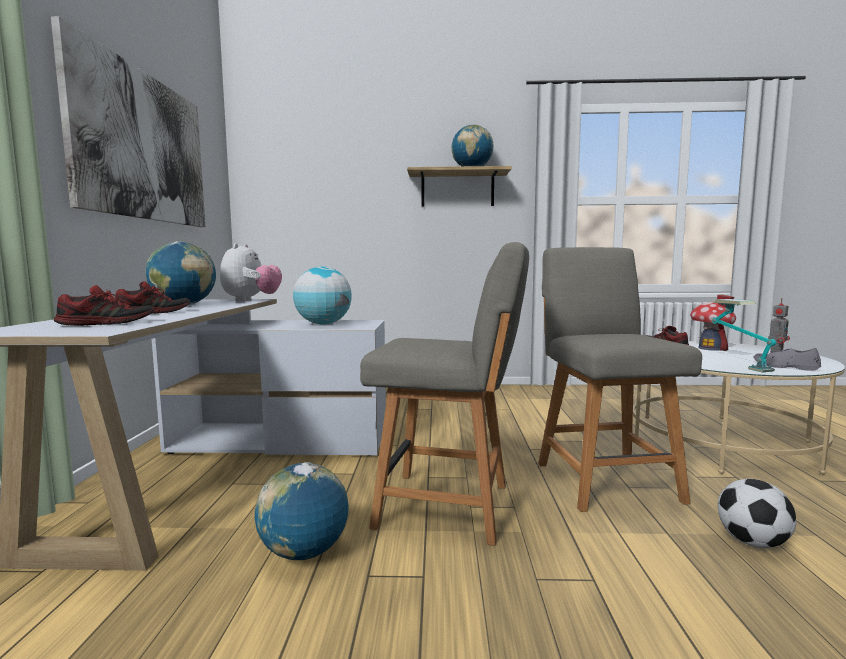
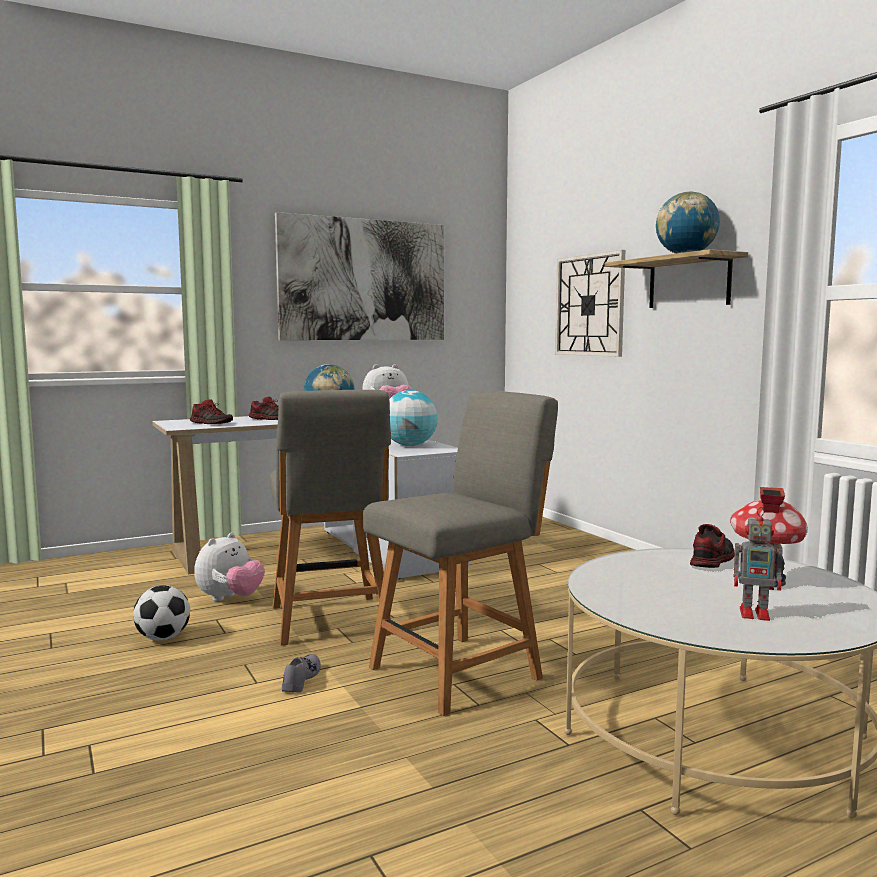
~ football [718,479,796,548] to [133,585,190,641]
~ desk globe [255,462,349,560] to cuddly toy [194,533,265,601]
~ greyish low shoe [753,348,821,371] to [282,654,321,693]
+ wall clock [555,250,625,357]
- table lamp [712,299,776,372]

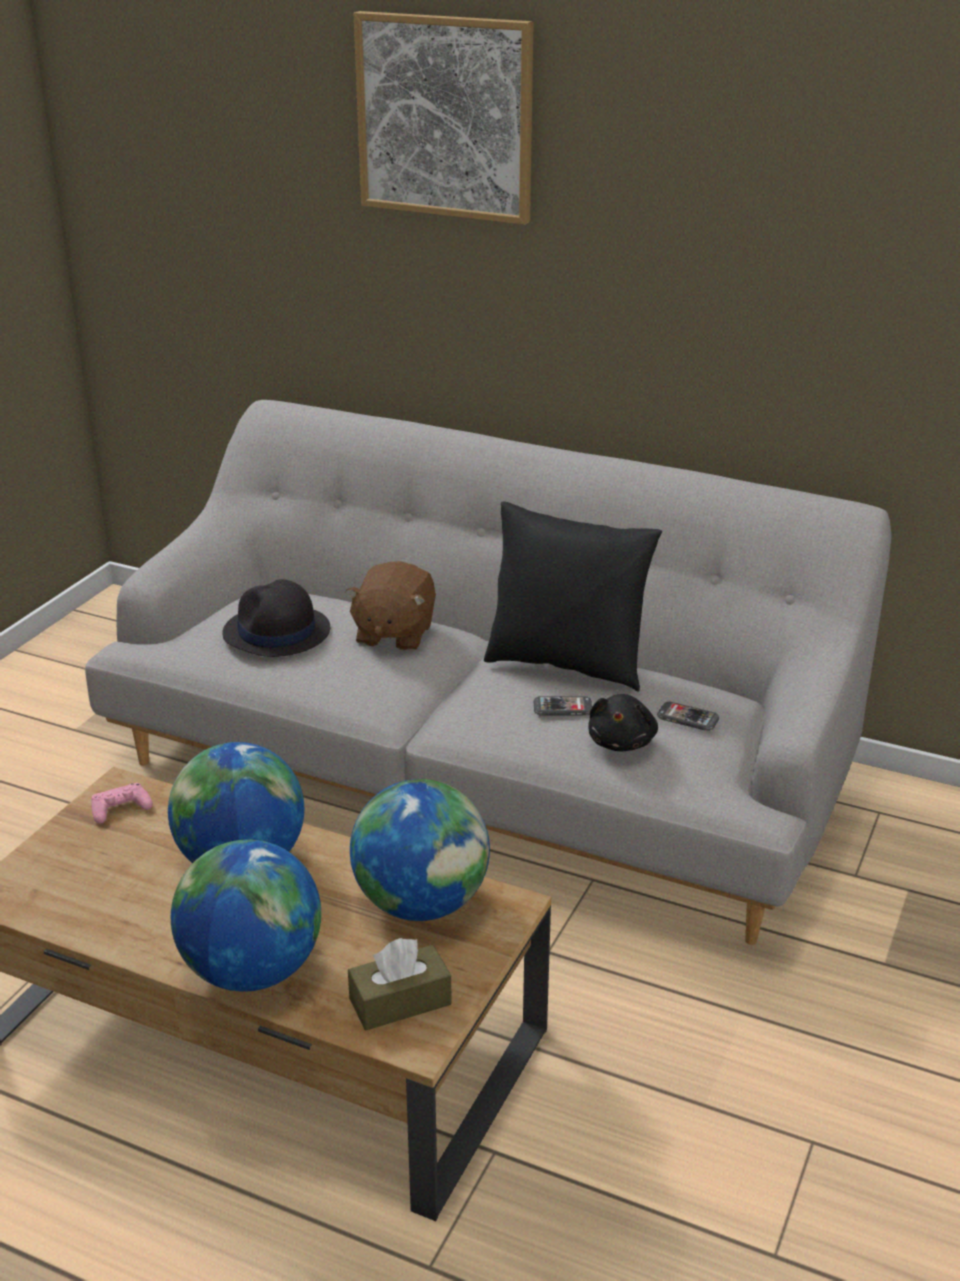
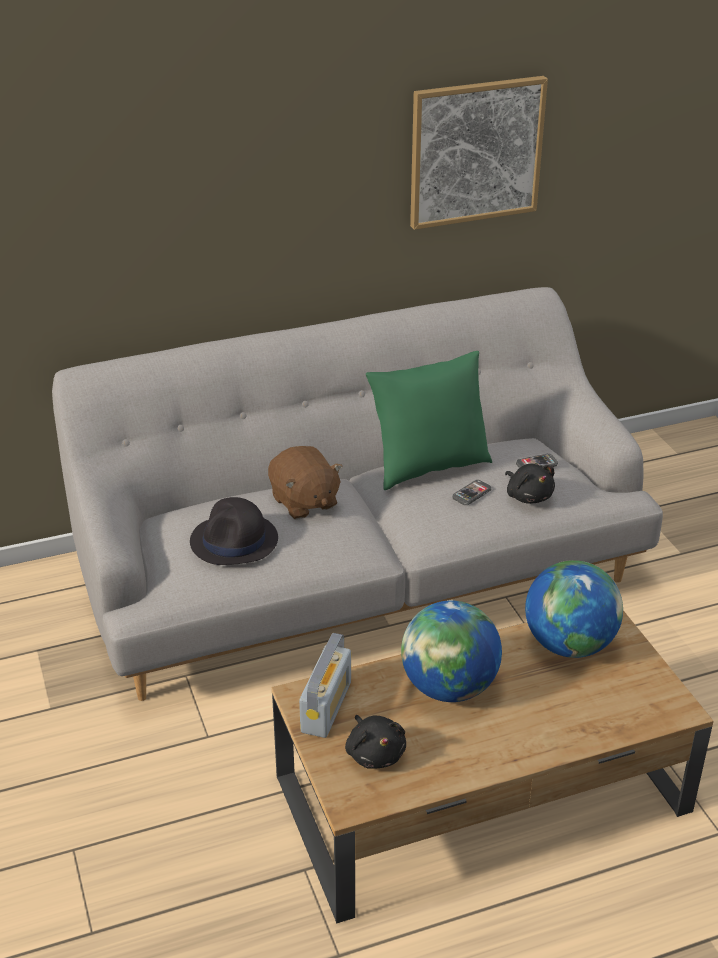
~ pinkish gamepad [91,783,153,824] to radio receiver [299,633,351,738]
+ blackish cuddly toy [345,715,406,769]
~ blackish cushion [484,501,662,692] to green-coloured cushion [366,351,492,490]
~ picture [354,11,534,225] to [410,76,548,230]
- desk globe [171,839,321,992]
- brown tissue box [348,938,452,1030]

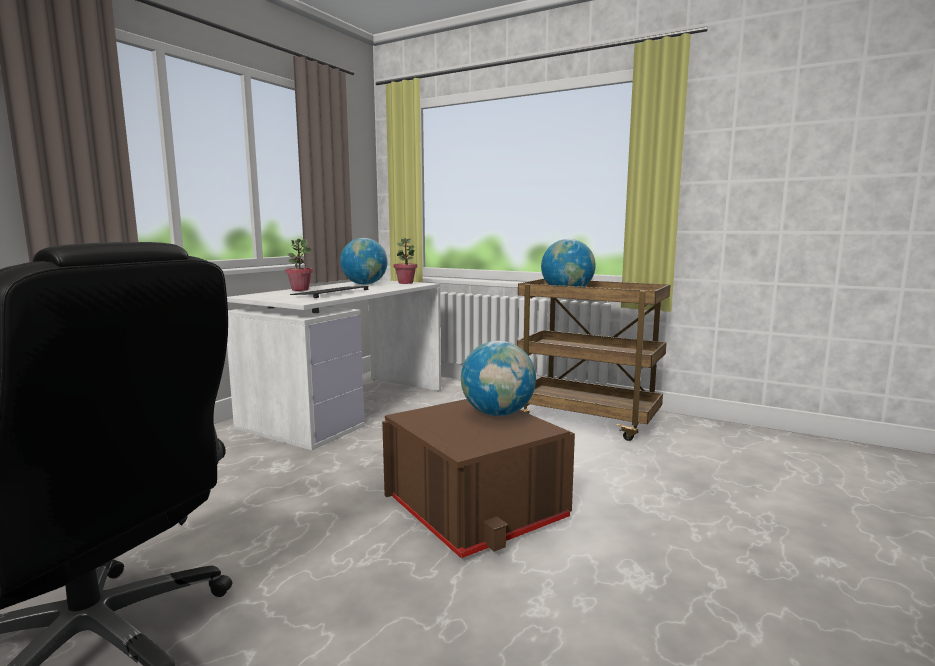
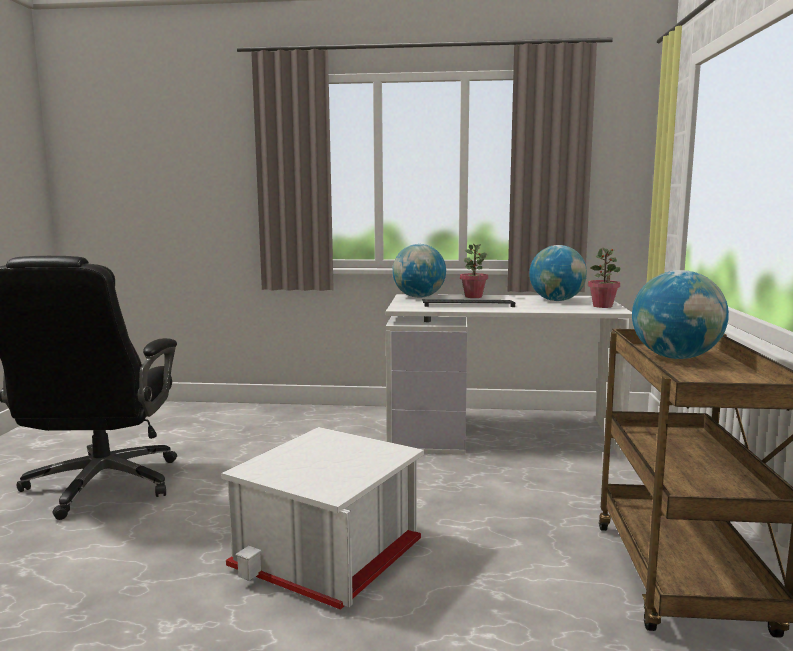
~ brown storage bin [382,399,575,558] to white-coloured storage bin [221,427,424,610]
~ desk globe [461,341,536,416] to [392,244,446,298]

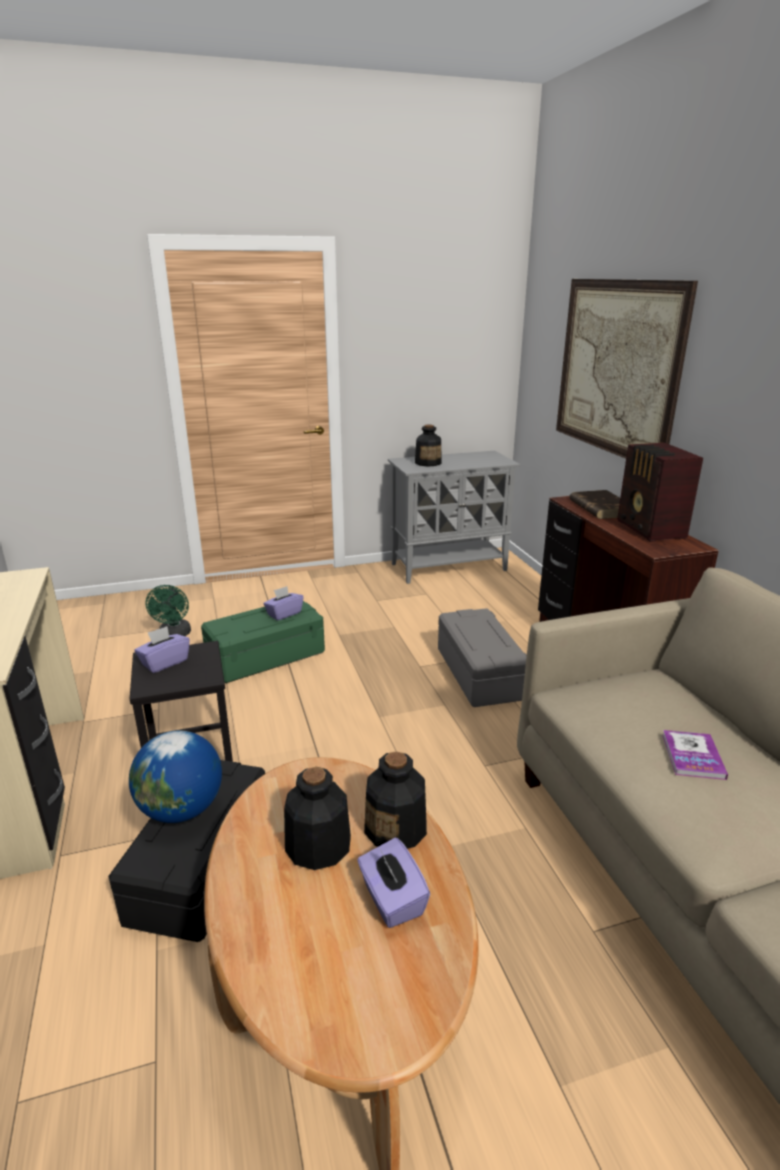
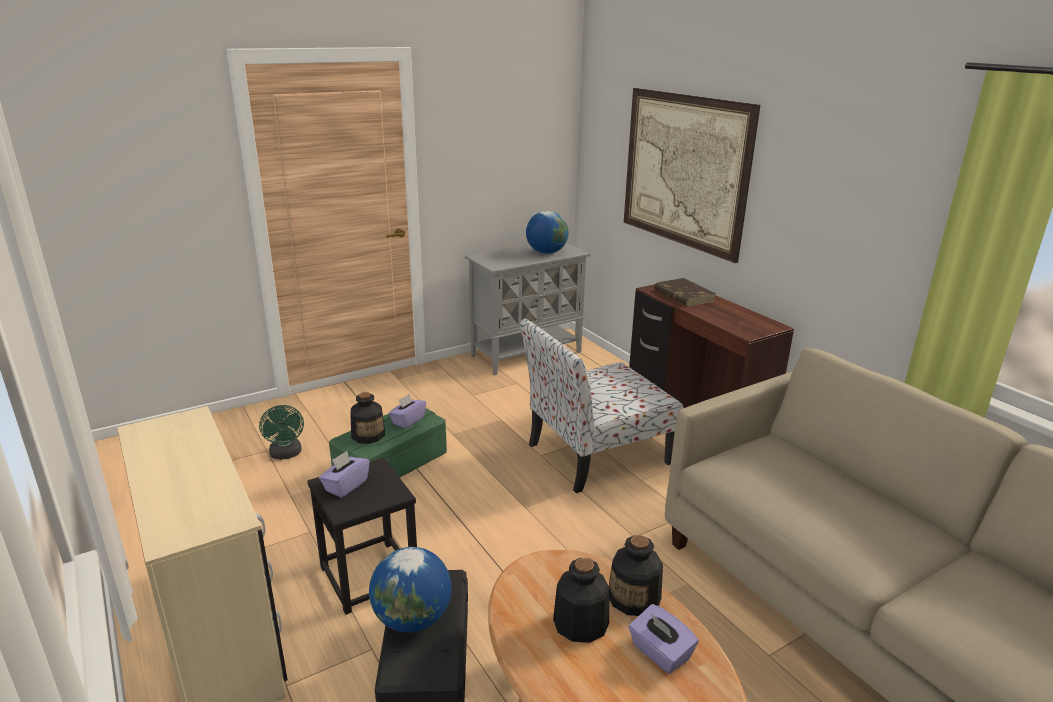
~ drink bottle [415,425,442,466] to [350,392,385,444]
~ greyish storage bin [438,608,527,707] to chair [520,319,684,493]
+ desk globe [526,211,569,254]
- radio receiver [617,443,703,542]
- bound book [662,730,728,780]

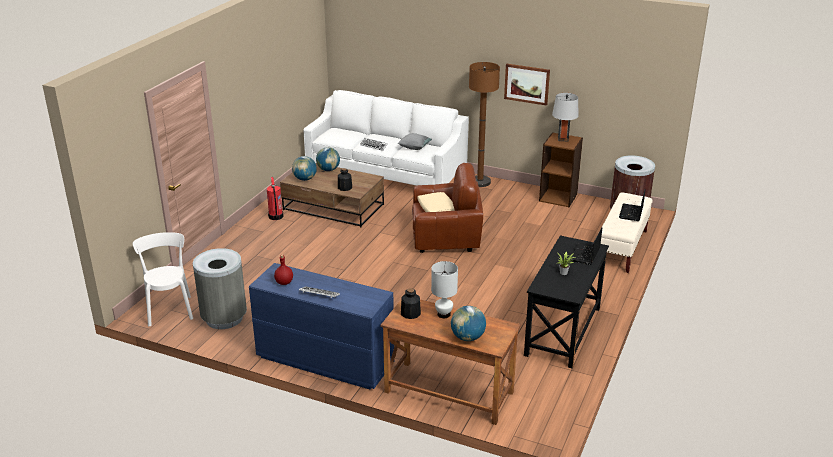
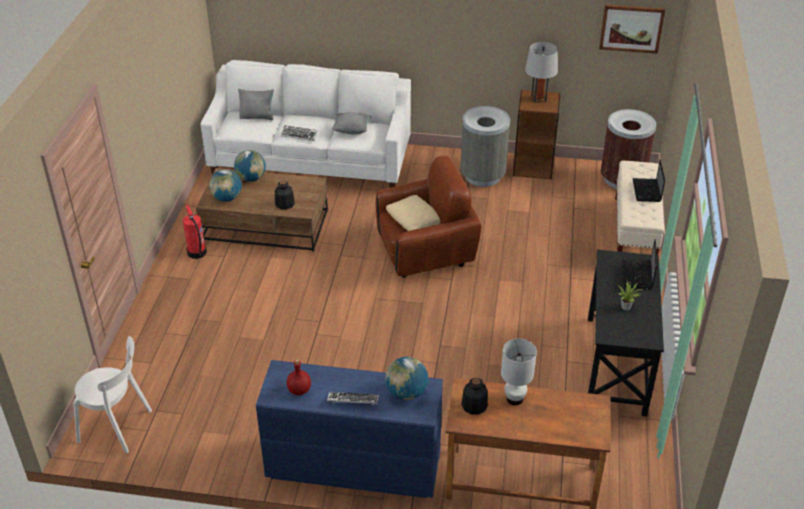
~ white-coloured chair [133,232,193,326] = [74,336,152,453] 135 degrees clockwise
+ greyish cushion [238,89,274,120]
~ desk globe [451,306,486,341] to [385,357,428,400]
~ greyish waste bin [193,248,247,329] to [460,106,510,187]
~ picture [504,64,550,106] to [599,5,665,54]
- brown standard lamp [469,62,500,187]

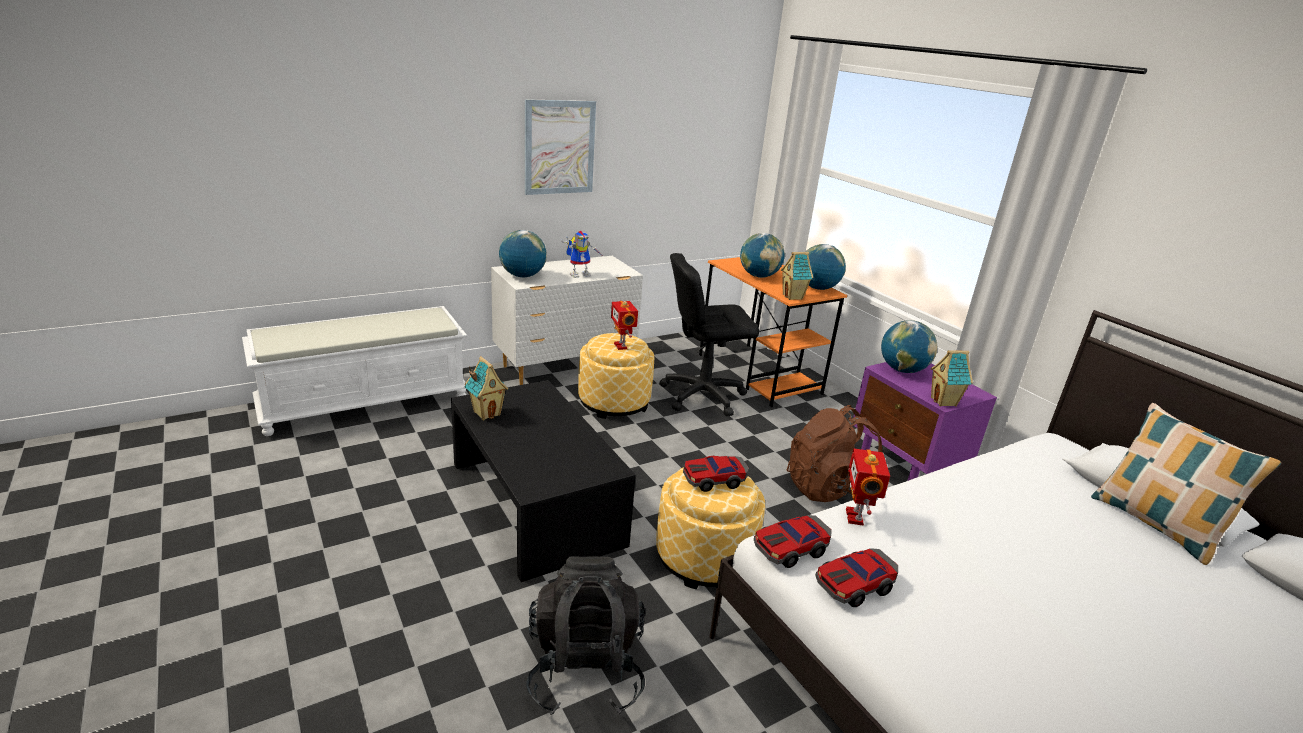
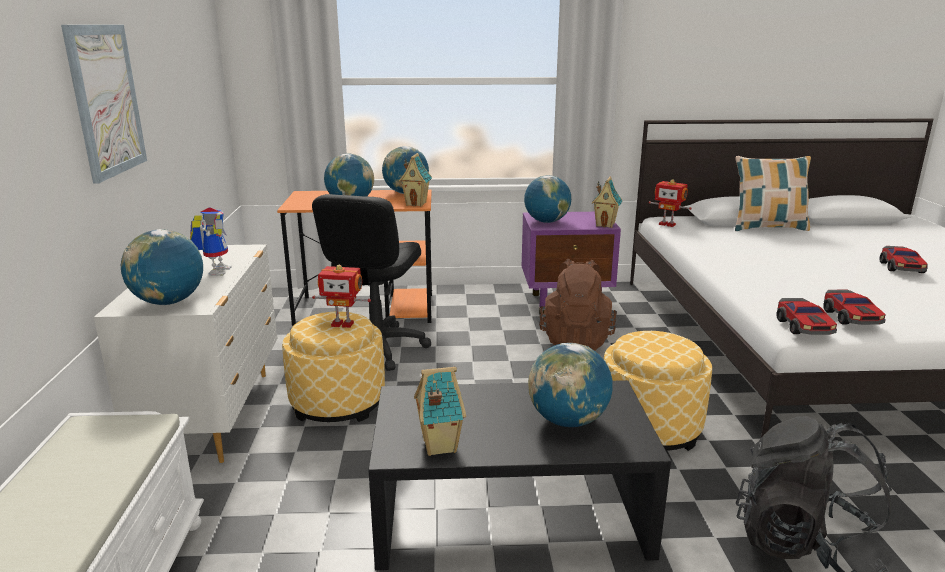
+ desk globe [528,343,613,427]
~ toy robot [846,449,890,526] to [649,179,692,227]
~ toy car [683,456,749,492] to [880,246,928,273]

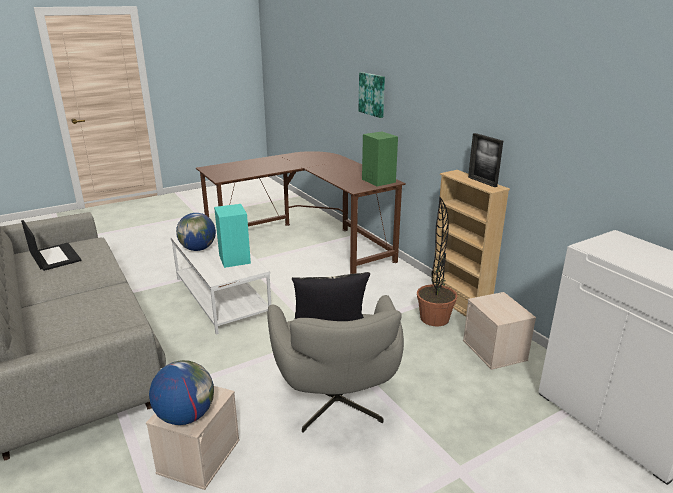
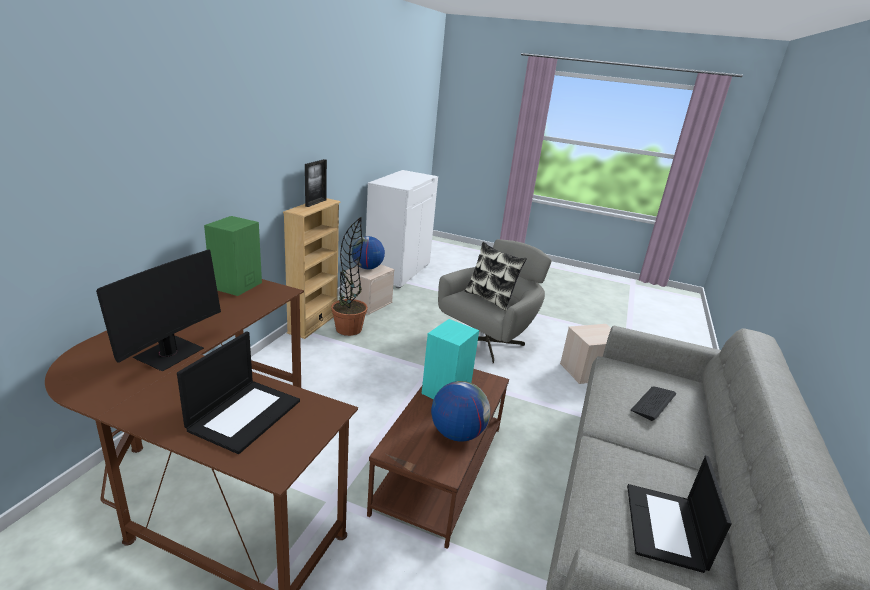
+ monitor [96,249,221,372]
+ laptop [177,332,300,454]
~ desk globe [149,360,214,425] to [351,236,385,269]
~ white-coloured lounge table [171,228,271,335] to brown lounge table [367,369,509,549]
+ computer keyboard [631,387,676,421]
- picture [359,72,385,118]

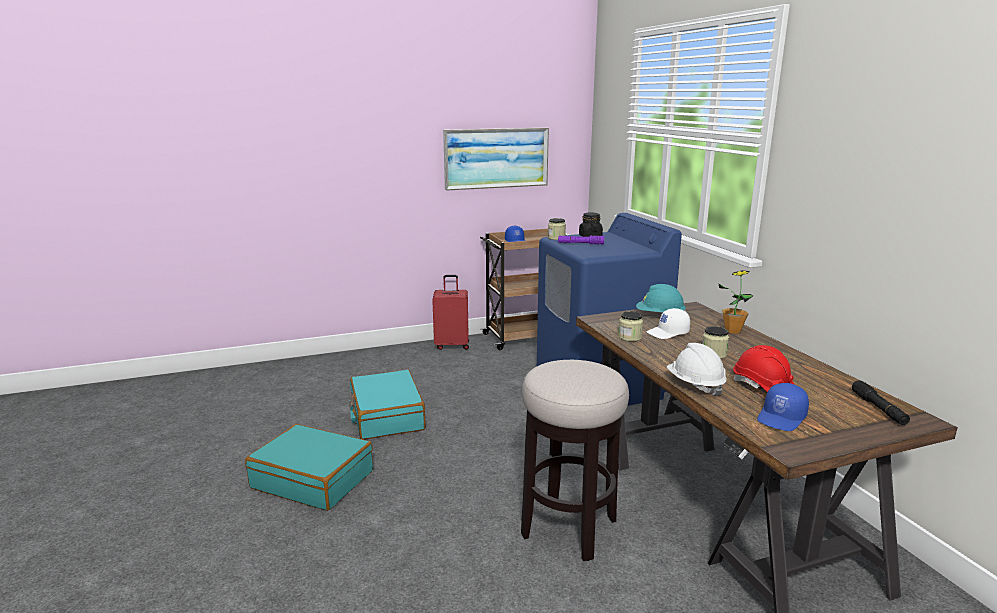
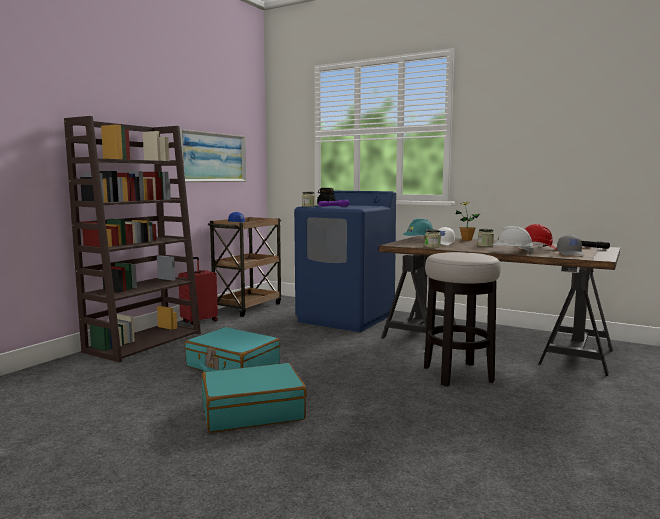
+ brown bookshelf [64,116,201,363]
~ blue-coloured cap [757,383,809,431] to greyish cap [557,234,585,256]

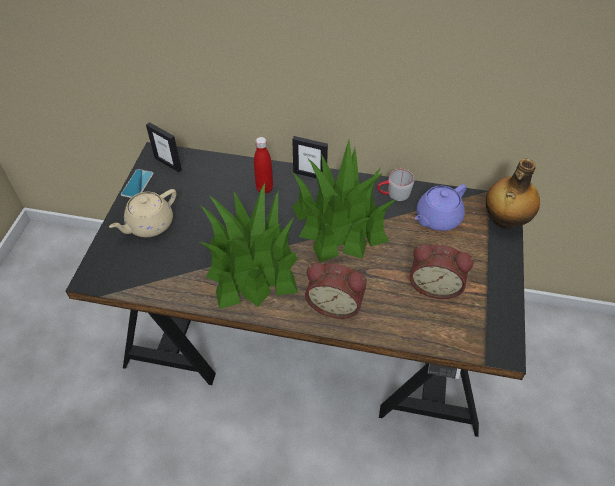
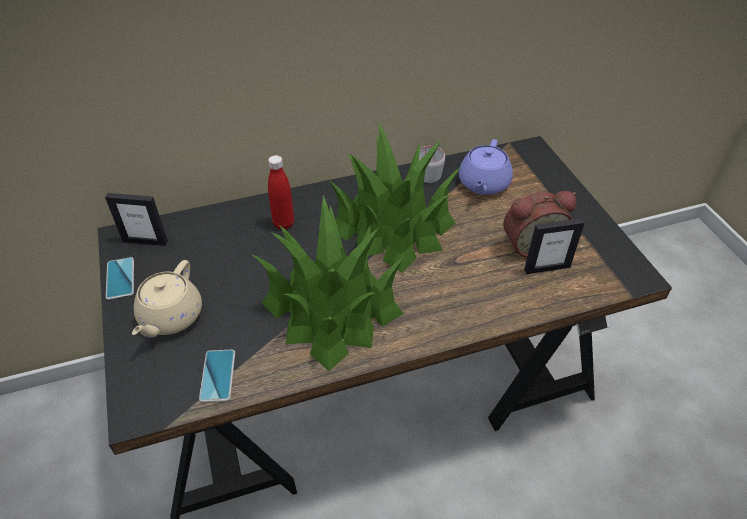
+ telephone [199,350,235,402]
~ photo frame [292,136,328,179] to [524,218,585,274]
- bedside clock [305,263,366,319]
- drink bottle [486,159,540,229]

